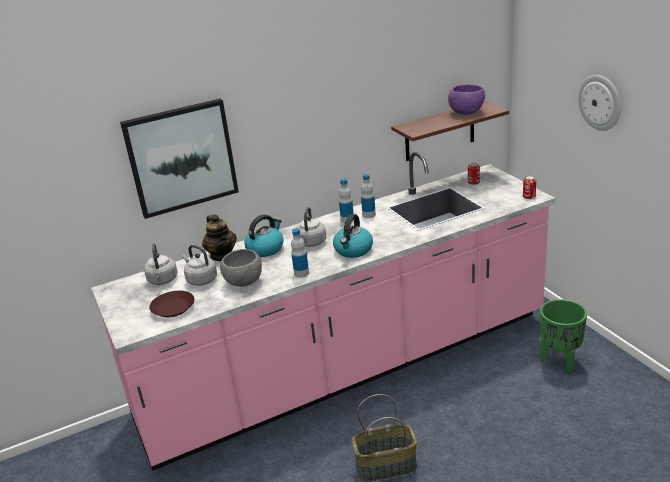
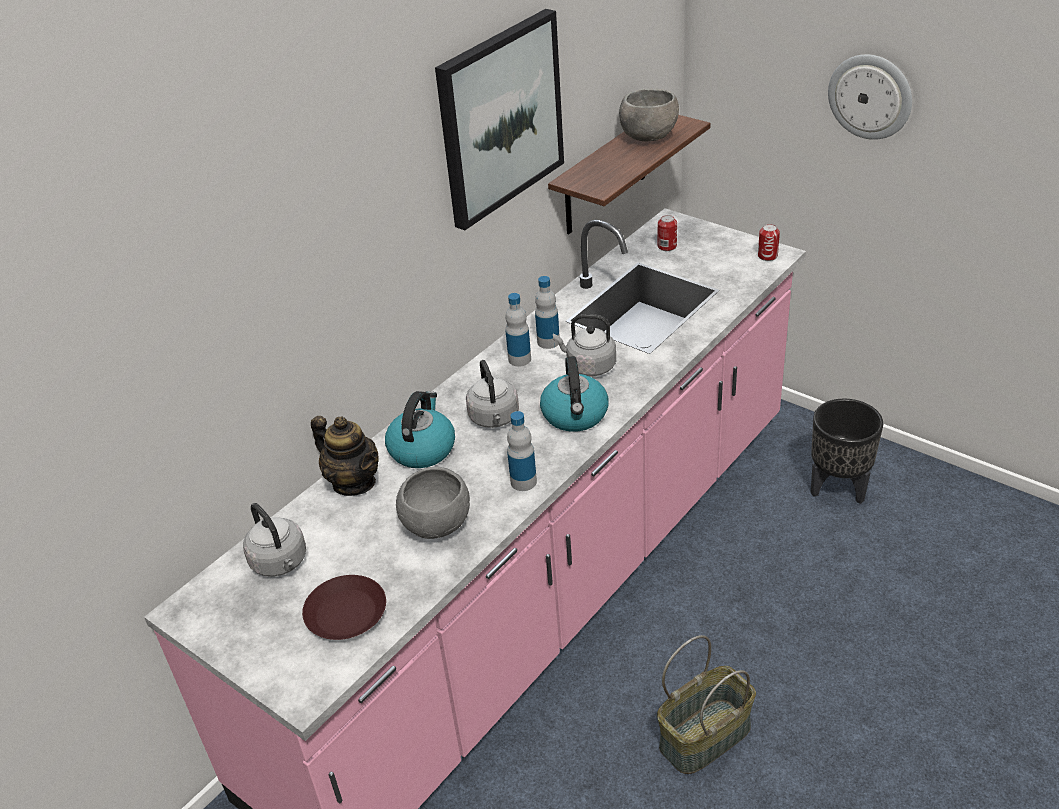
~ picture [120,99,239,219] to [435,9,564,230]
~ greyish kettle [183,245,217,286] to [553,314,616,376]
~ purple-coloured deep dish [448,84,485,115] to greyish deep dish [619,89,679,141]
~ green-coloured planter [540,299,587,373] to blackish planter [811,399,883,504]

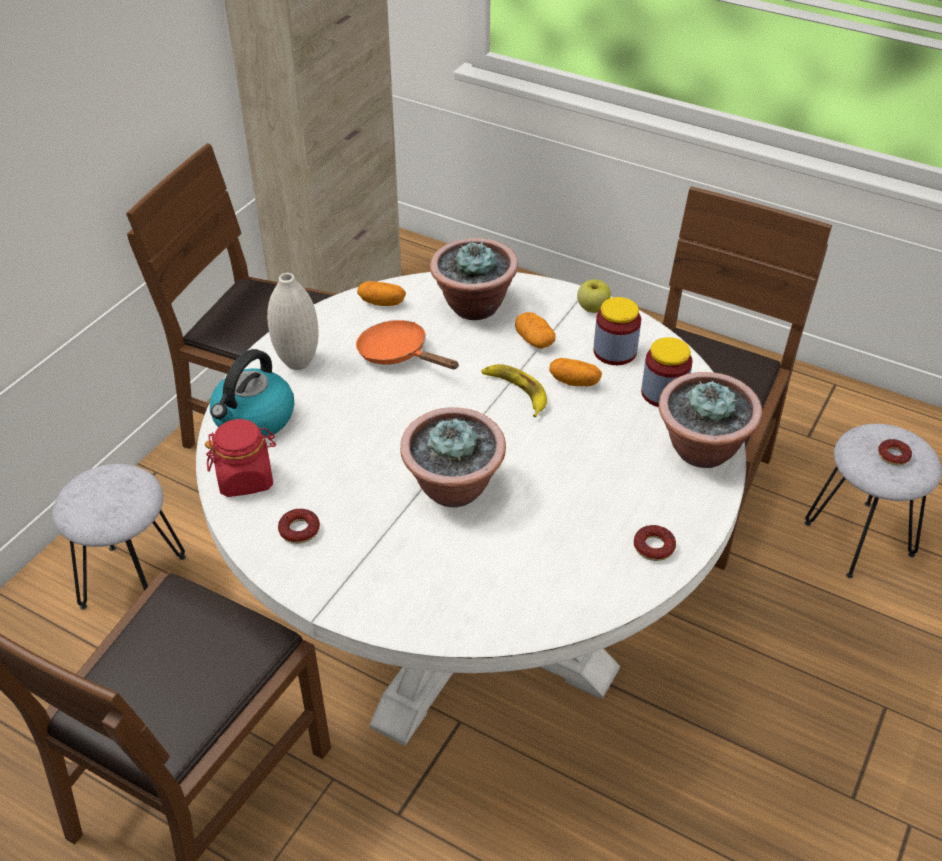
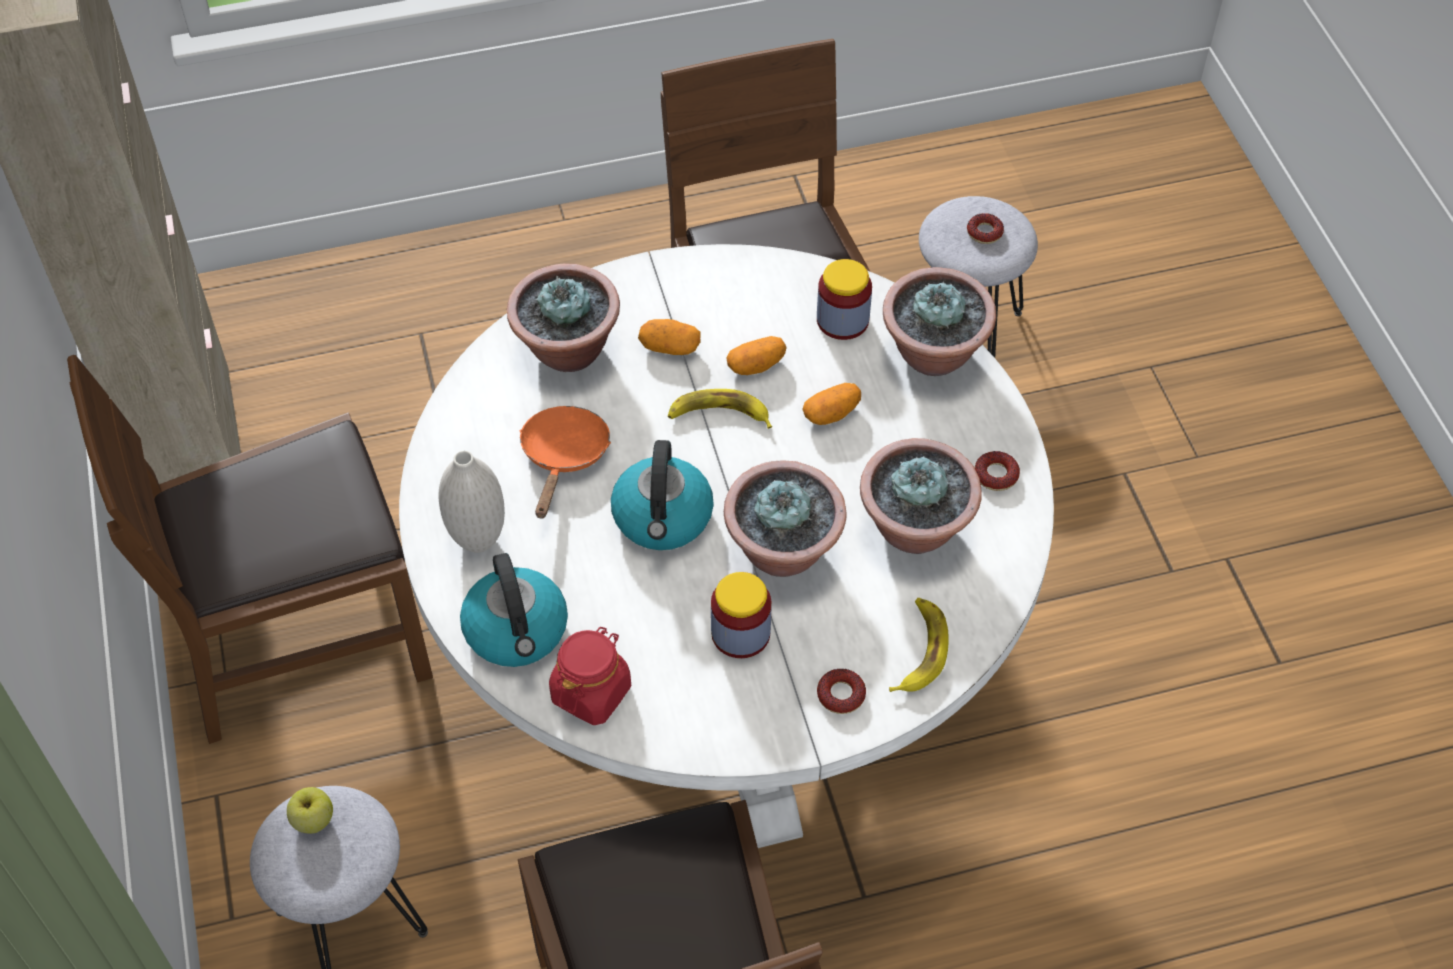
~ apple fruit [577,279,611,313] to [287,787,333,834]
~ orange frying pan [356,320,459,369] = [519,406,611,519] 105 degrees clockwise
+ kettle [611,440,714,550]
~ storage jar [594,297,641,365] to [711,572,772,658]
~ whole potato [357,281,406,306] to [802,383,861,425]
~ donut [278,509,320,544] to [817,669,866,714]
+ potted plant [860,438,982,554]
+ banana [889,598,949,692]

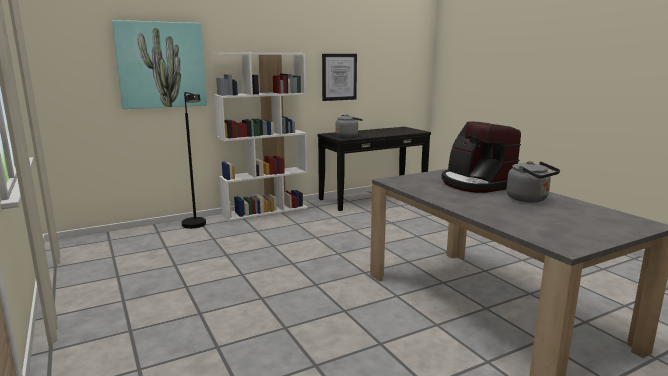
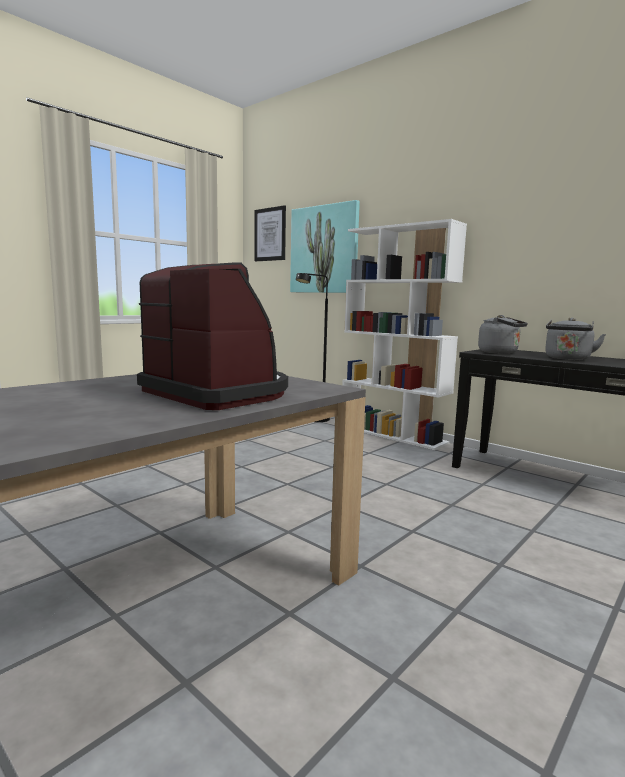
~ coffee brewer [441,121,521,193] = [137,262,288,410] 90 degrees clockwise
~ picture [322,54,357,101] to [254,205,286,261]
~ greyish kettle [506,161,560,202] to [545,318,606,360]

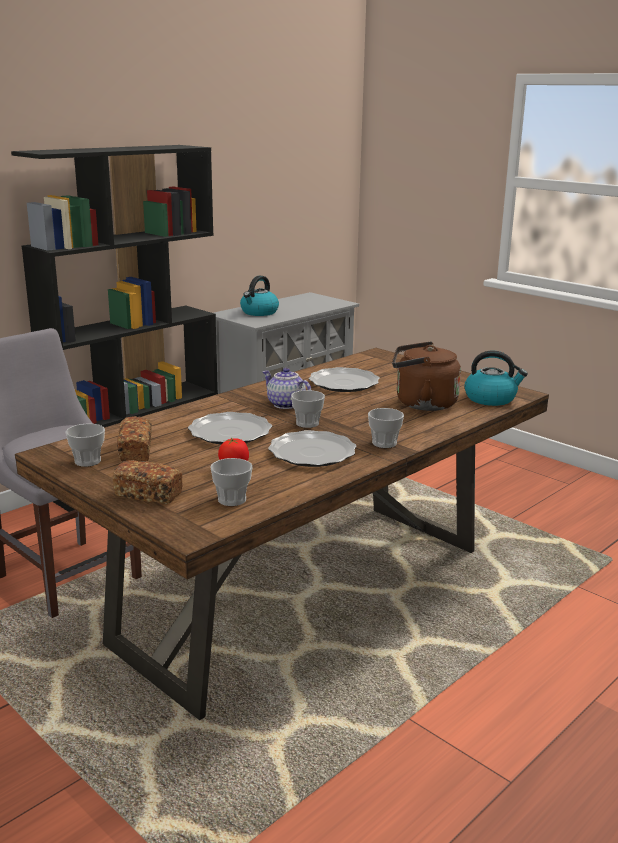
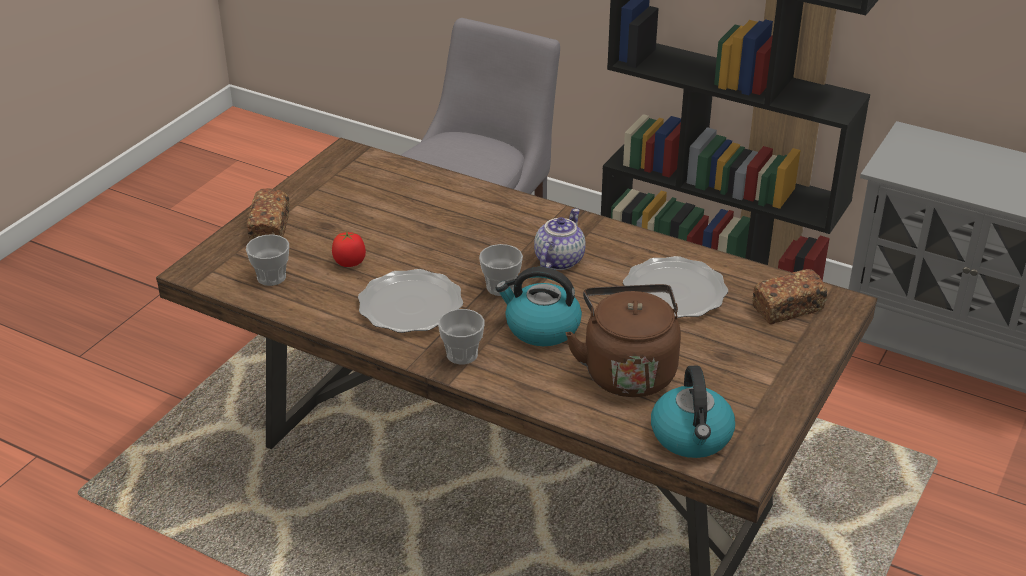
~ kettle [240,275,279,316] to [496,267,582,346]
~ baked bread [117,416,152,461] to [752,269,828,324]
- cup [66,424,105,467]
- flat dish [188,412,272,445]

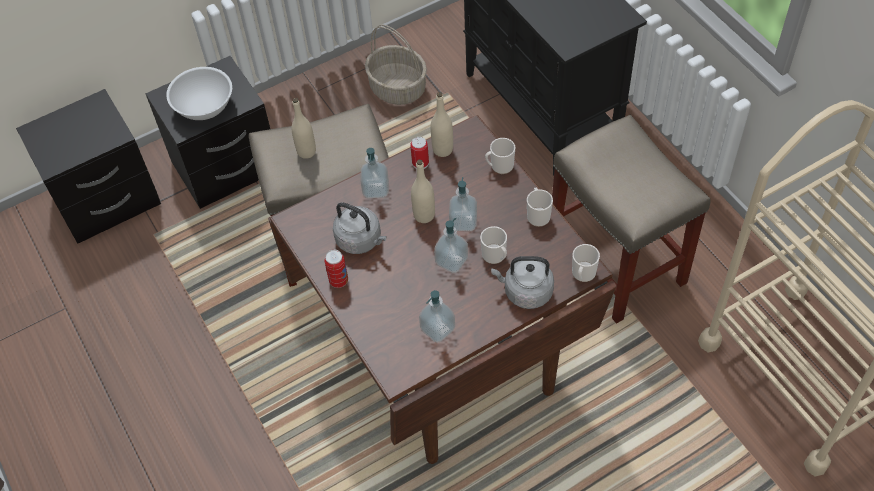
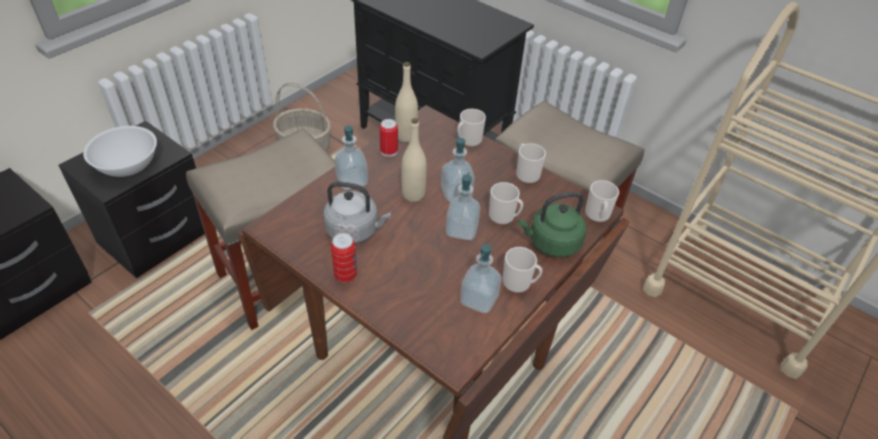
+ tea mug [503,247,543,293]
~ greyish kettle [491,256,554,309] to green-coloured kettle [518,192,587,257]
- sand-coloured drink bottle [292,98,316,159]

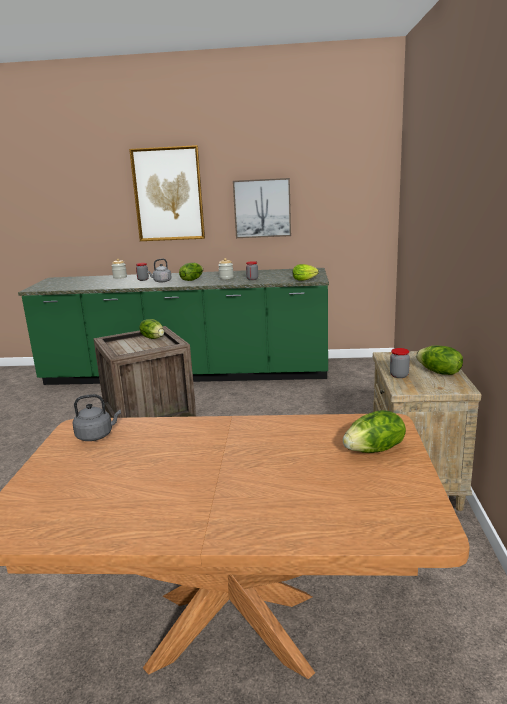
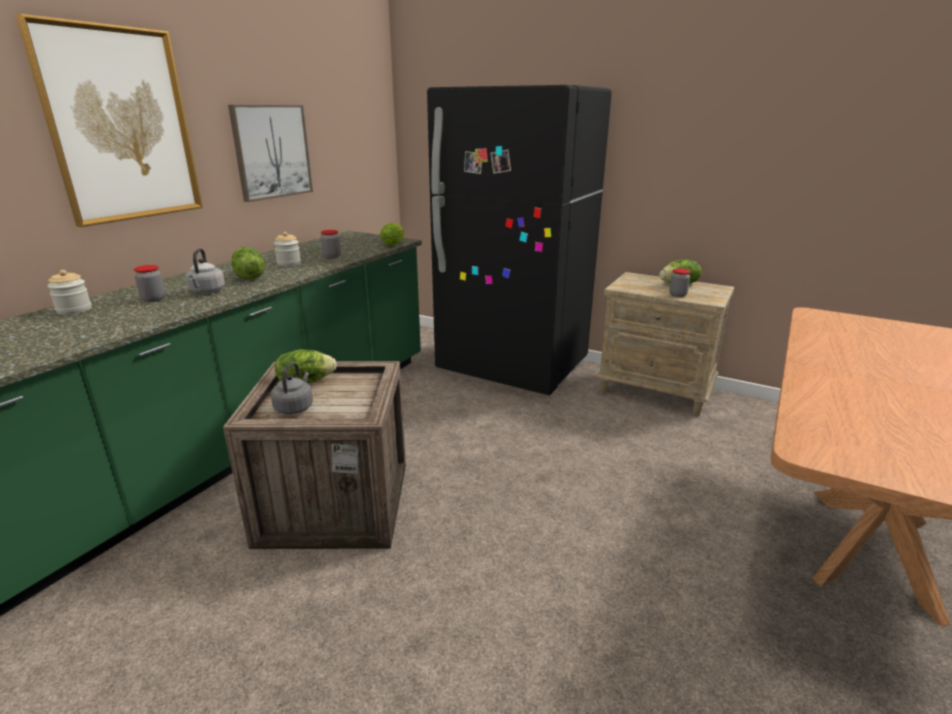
~ greyish kettle [72,394,121,441] to [271,362,313,414]
+ blackish kitchen fridge [427,85,612,396]
- lettuce head [343,410,406,453]

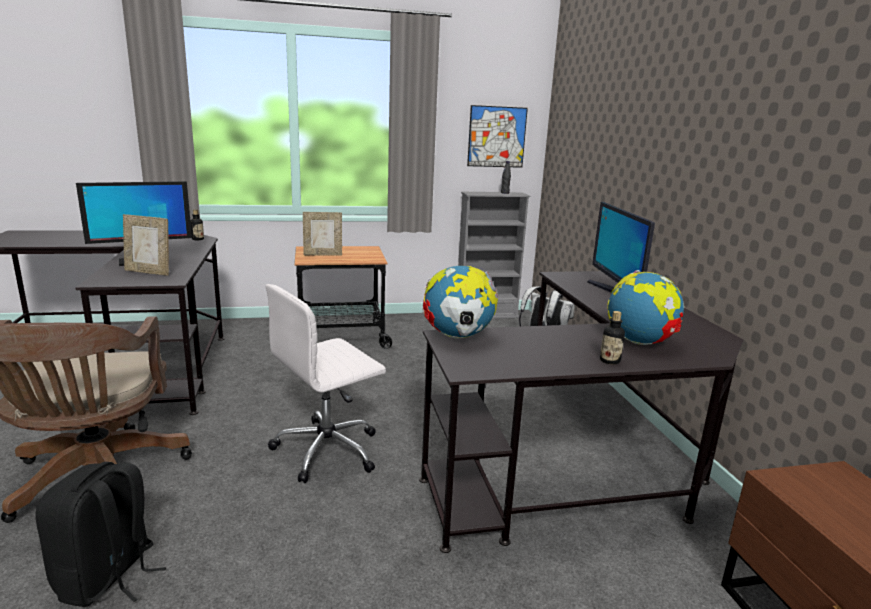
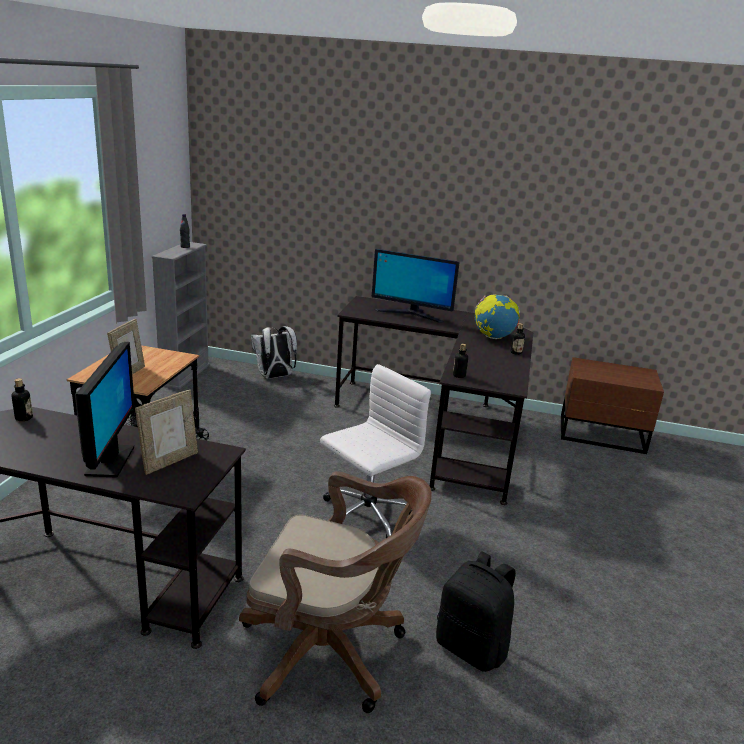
~ white-coloured desk chair [266,284,386,483] = [320,364,431,538] 120 degrees counterclockwise
~ desk globe [422,266,498,338] to drink bottle [453,344,468,378]
- picture [467,105,528,168]

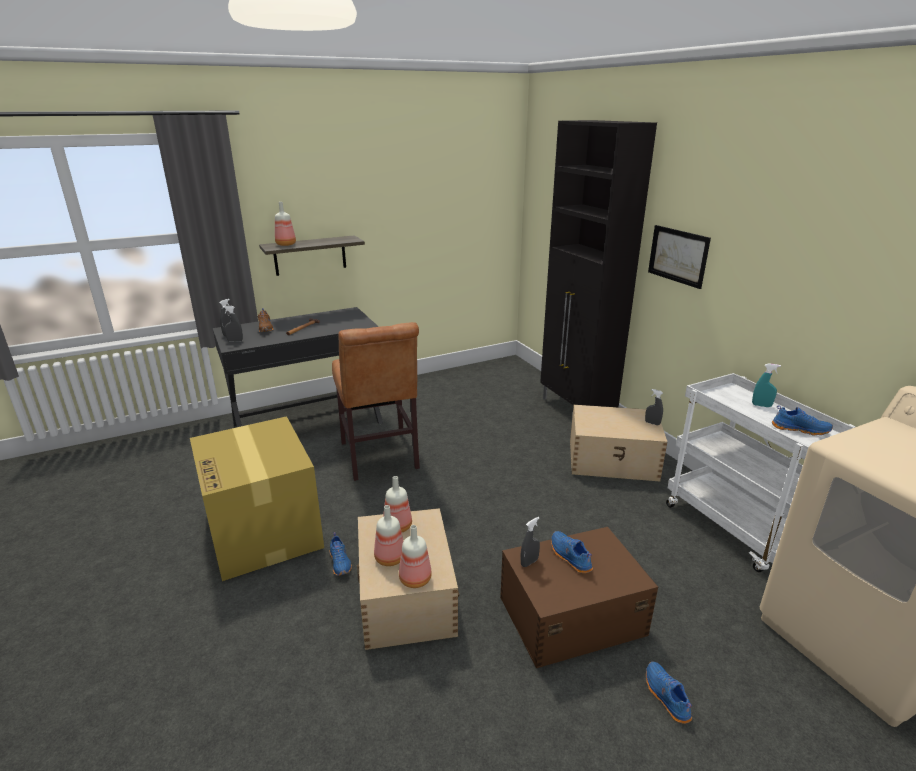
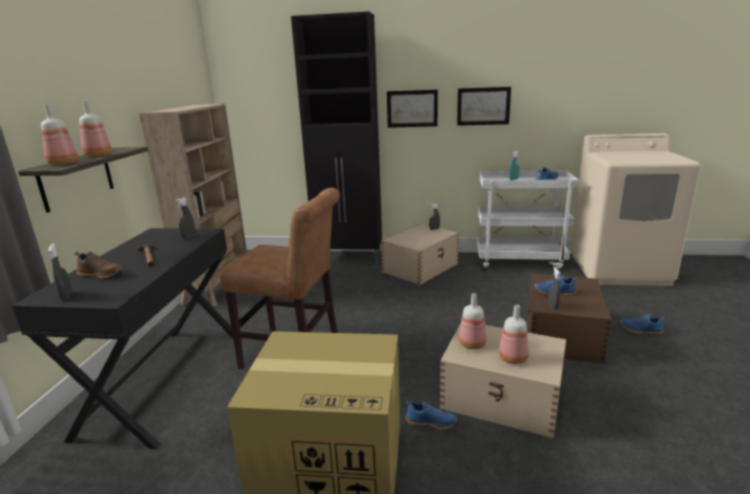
~ drink bottle [399,525,432,588] to [79,101,112,157]
+ sand-coloured bookshelf [139,104,247,307]
~ greyish spray bottle [223,306,243,342] to [175,197,196,239]
+ picture [457,87,511,126]

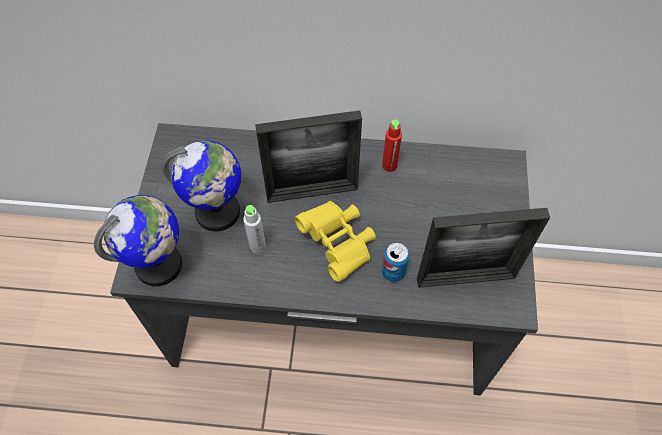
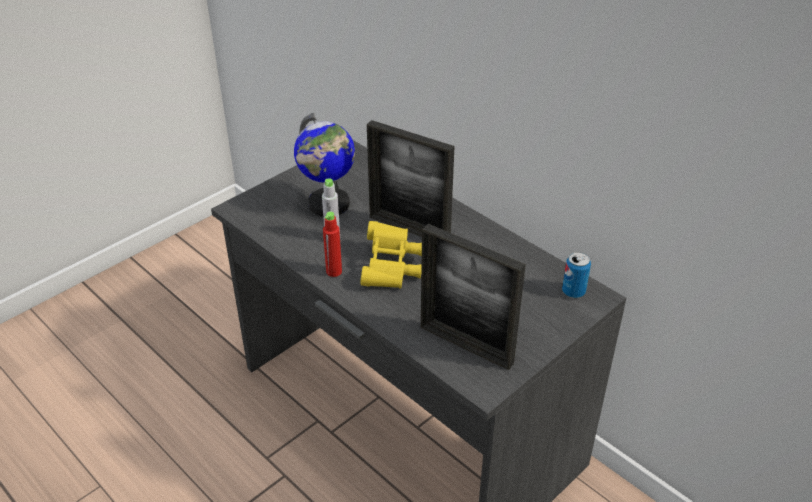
~ red drink bottle [382,120,402,172] to [323,212,342,277]
~ sealed can [382,243,410,282] to [562,252,591,298]
- desk globe [94,195,182,286]

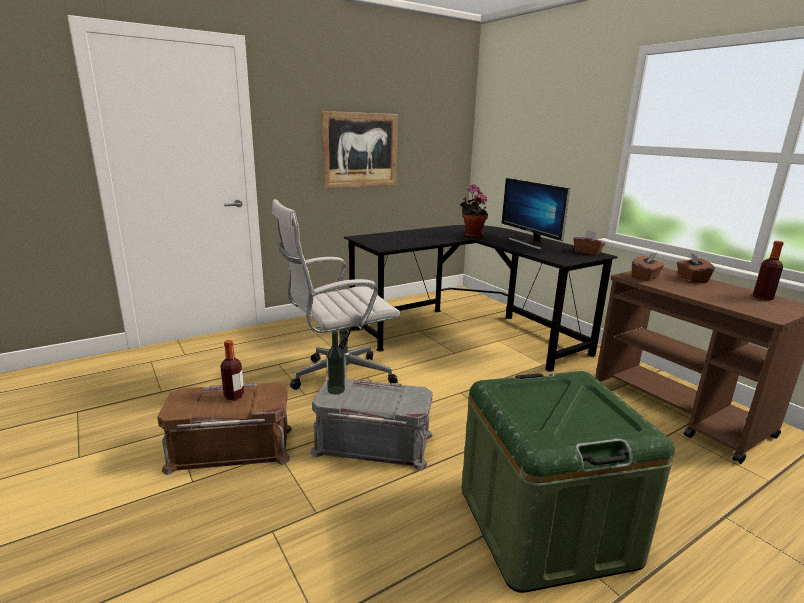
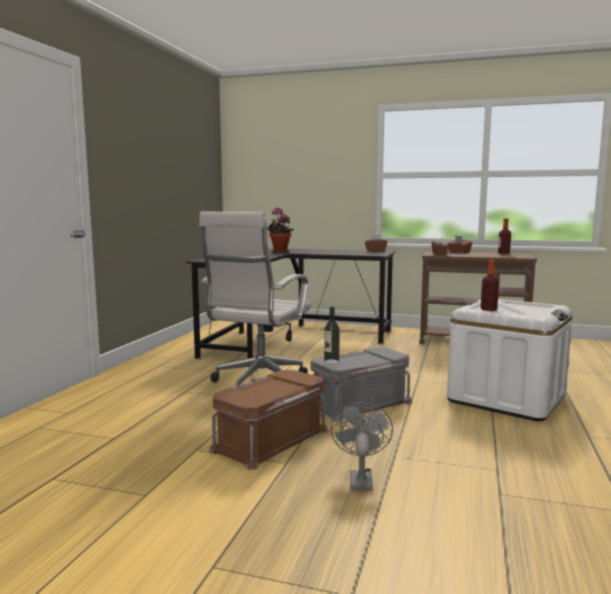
+ greyish fan [331,403,393,491]
~ green-coloured storage bin [462,371,675,593] to white-coloured storage bin [447,299,572,421]
~ drink bottle [220,340,244,400] to [481,260,499,311]
- picture [321,111,398,189]
- monitor [502,178,570,250]

